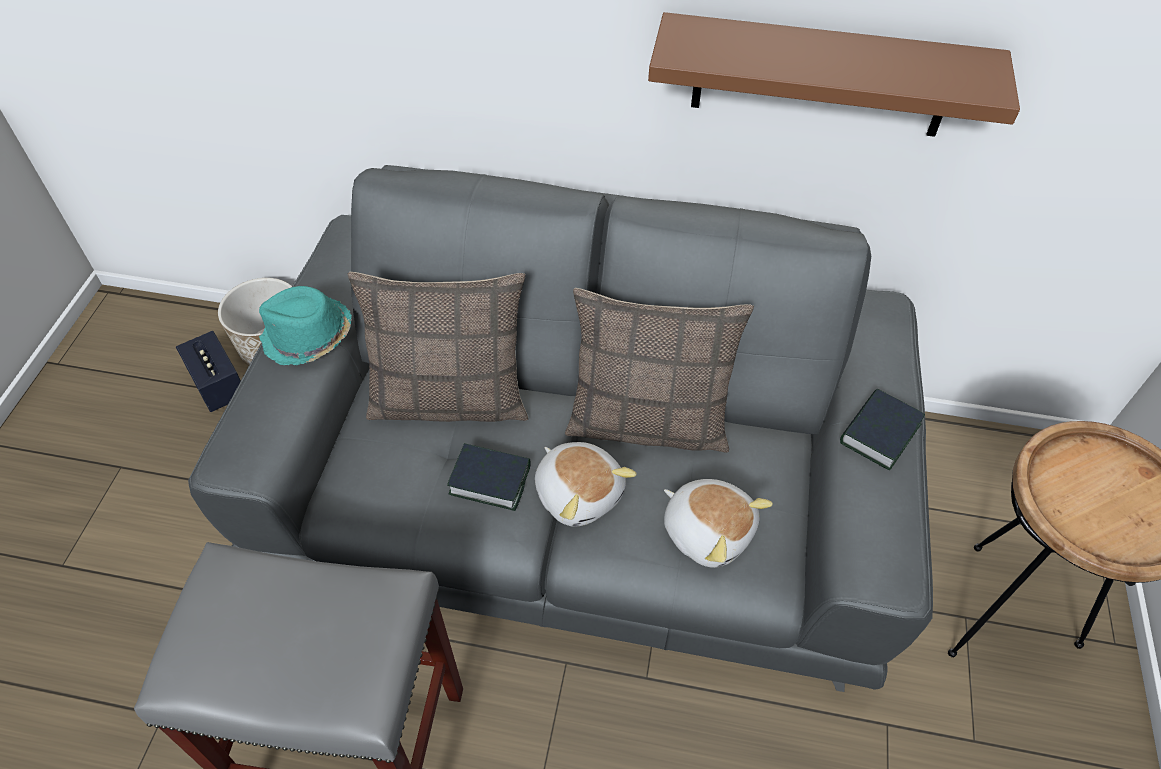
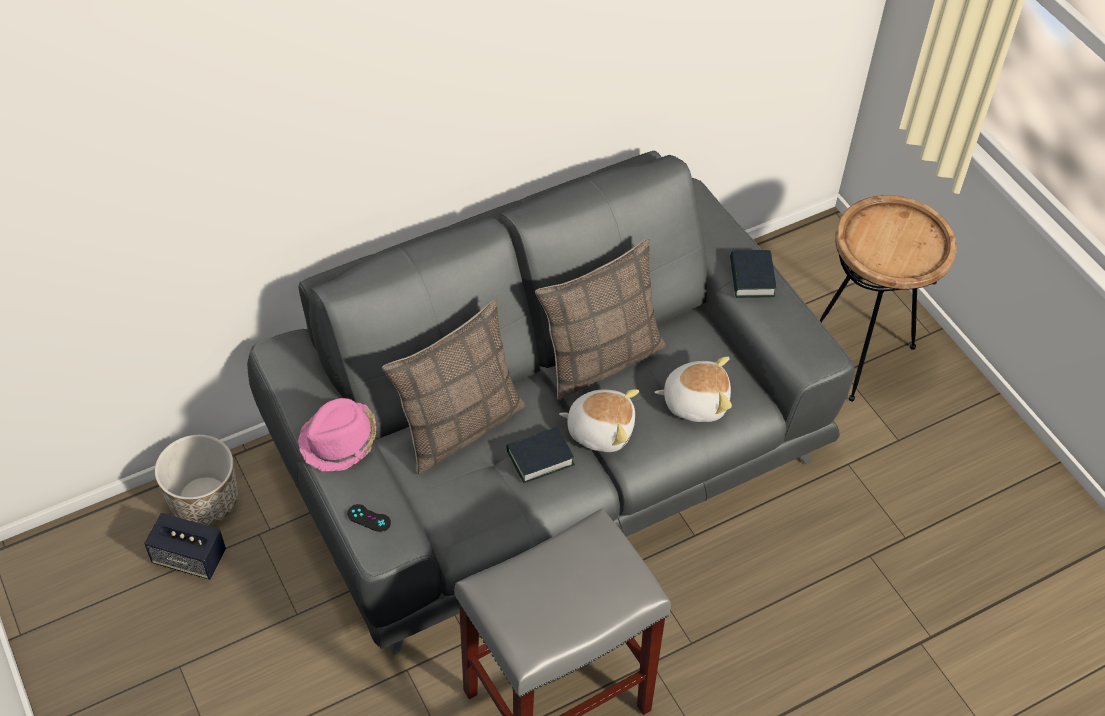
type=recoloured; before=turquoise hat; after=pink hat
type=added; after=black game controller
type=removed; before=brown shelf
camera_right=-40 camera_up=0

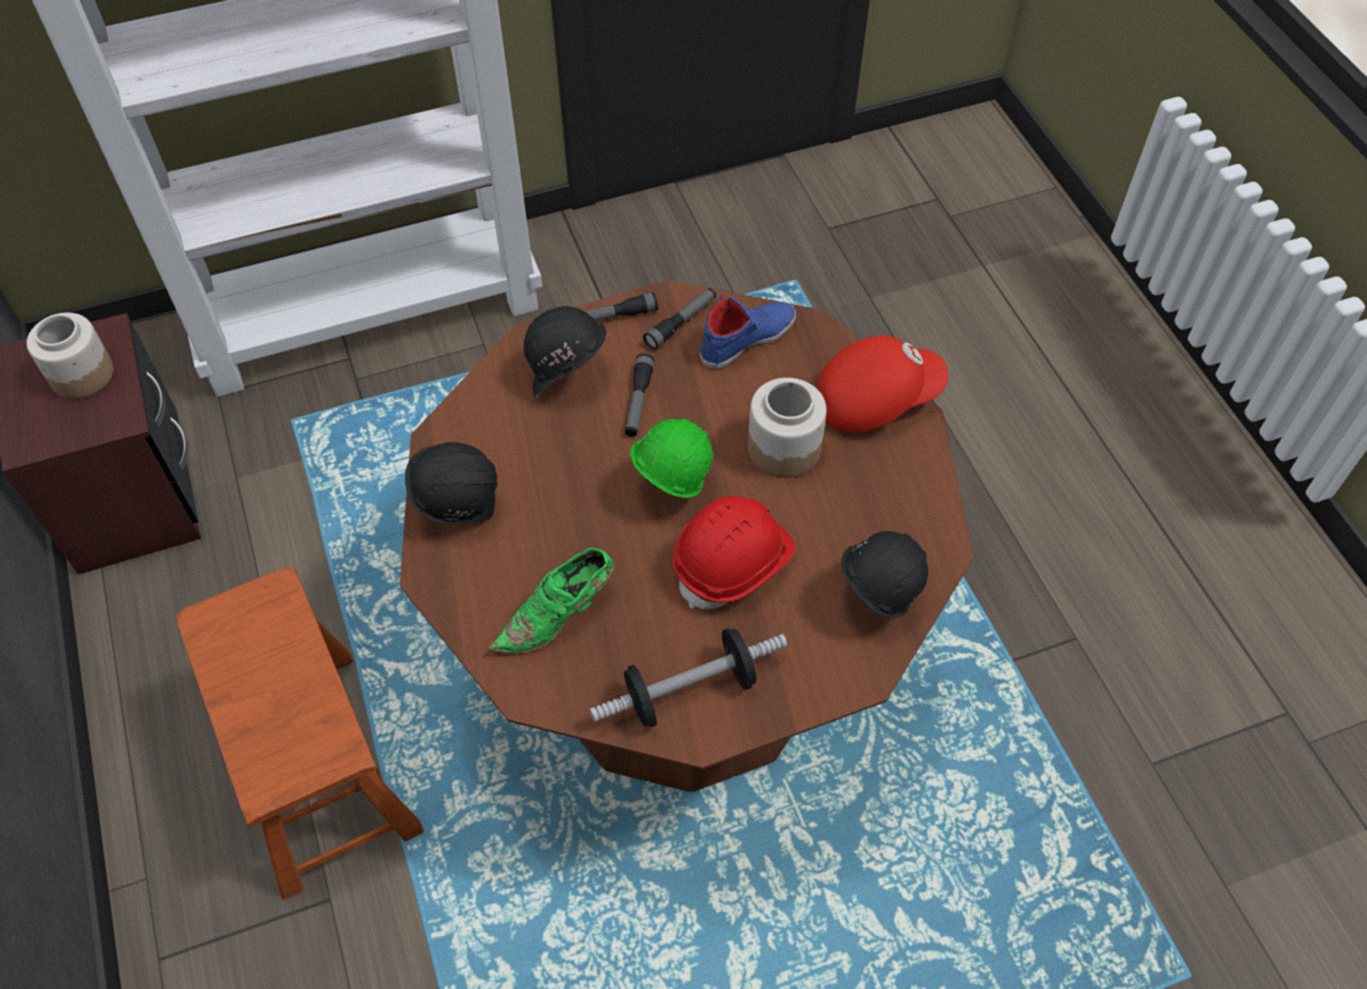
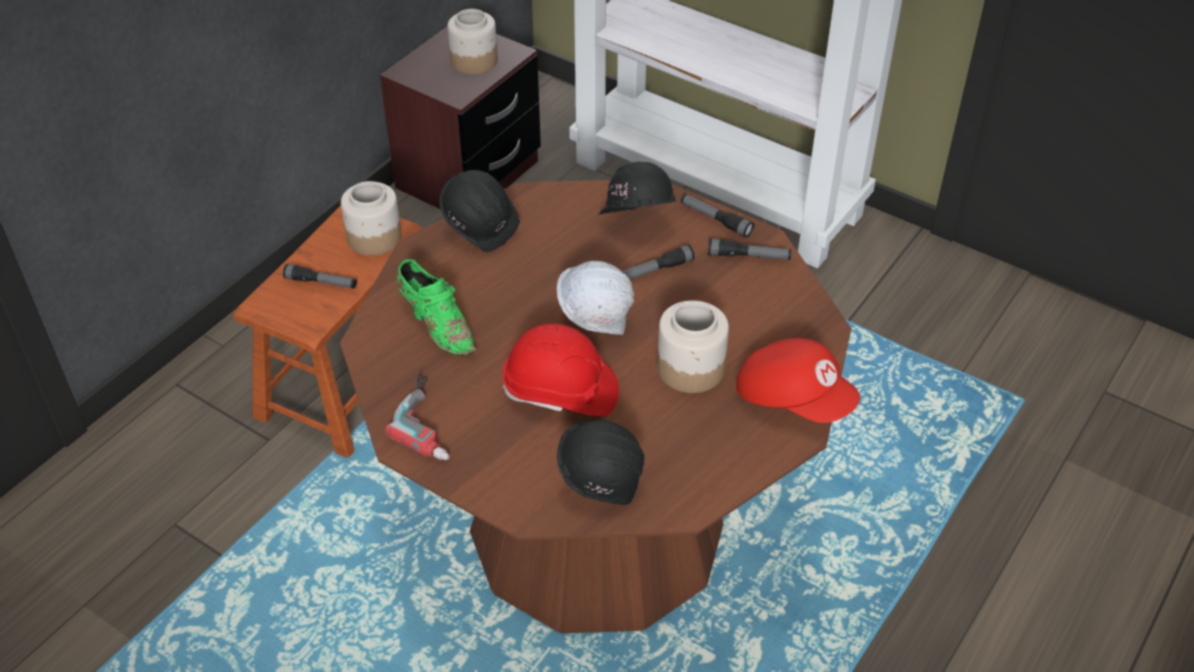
type=added; after=flashlight (1st from left)
type=added; after=jar (1st from left)
type=replaced; before=dumbbell; after=power drill
type=turned; before=green shoe; turn=-150
type=recoloured; before=green hard hat; after=white hard hat
type=removed; before=blue shoe
camera_right=55 camera_up=-10

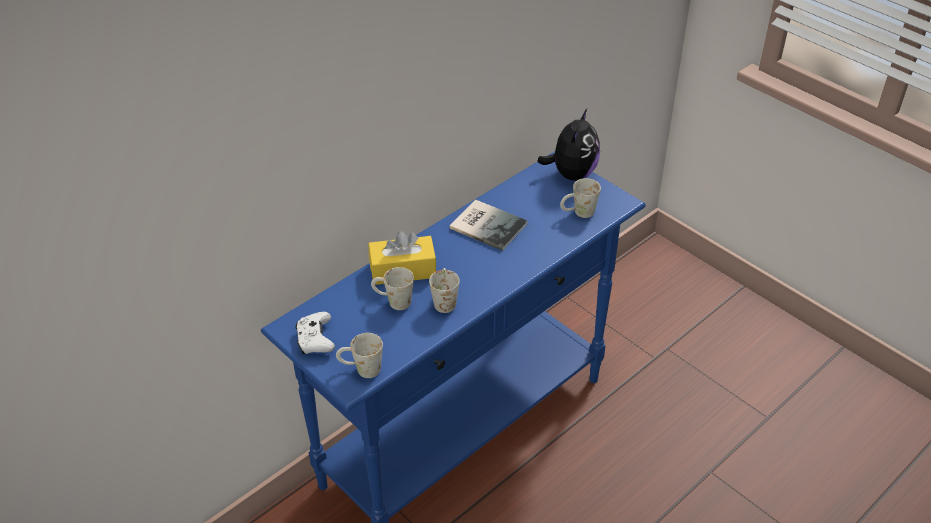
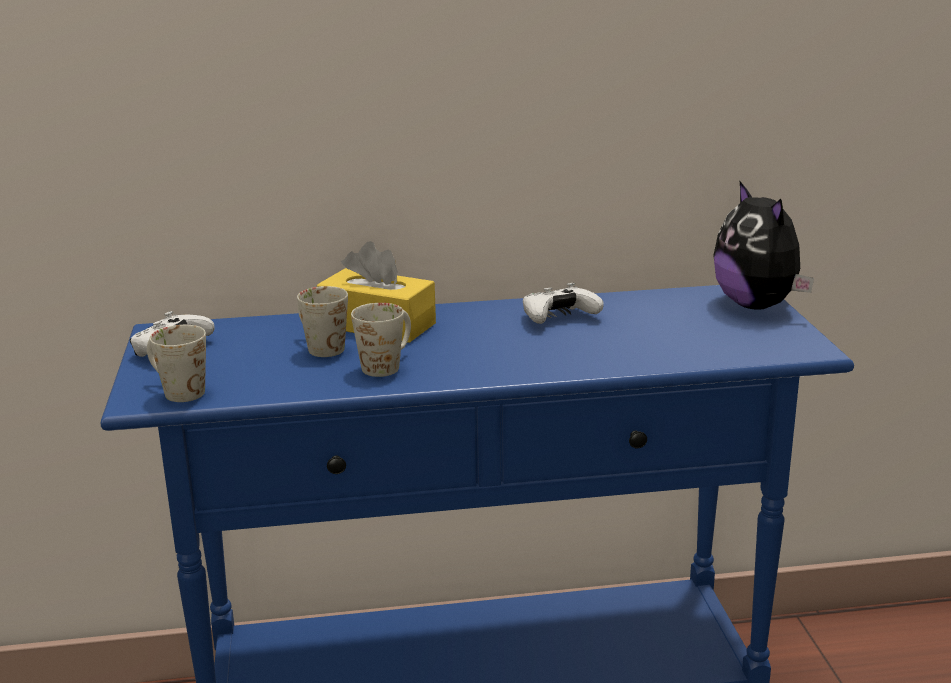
type=replaced; before=book; after=white game controller (2nd from left)
type=turned; before=plush toy; turn=105
type=removed; before=white mug (4th from left)
camera_right=35 camera_up=-20

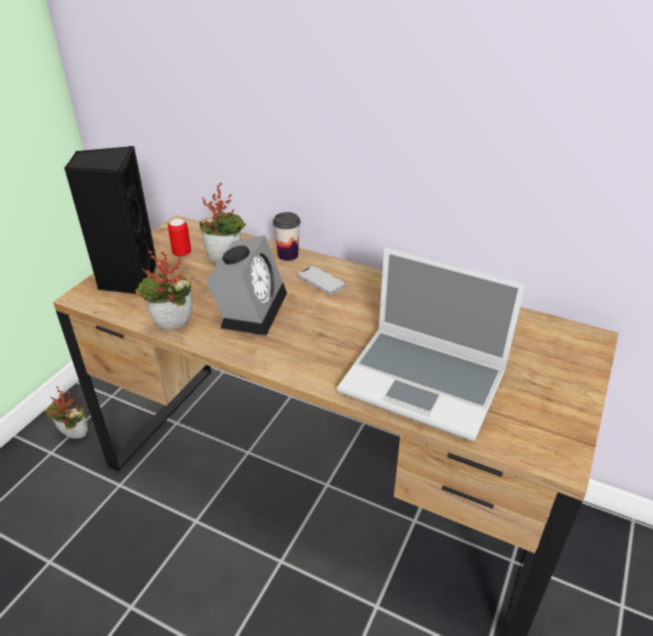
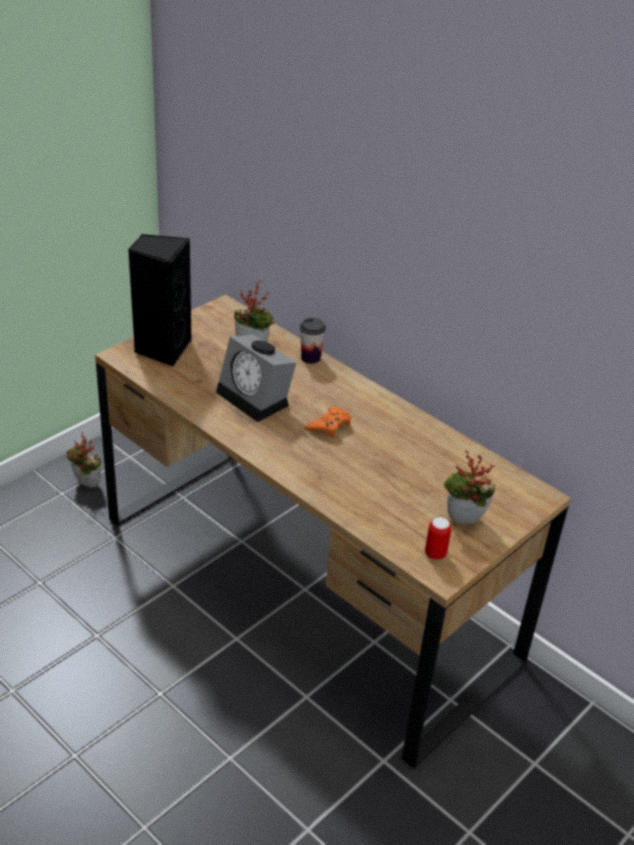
type=turned; before=alarm clock; turn=105
type=added; after=orange game controller
type=moved; before=can
type=moved; before=potted plant (2nd from left in the first image); after=potted plant (3rd from left)
type=removed; before=phone
type=removed; before=laptop
camera_right=15 camera_up=0

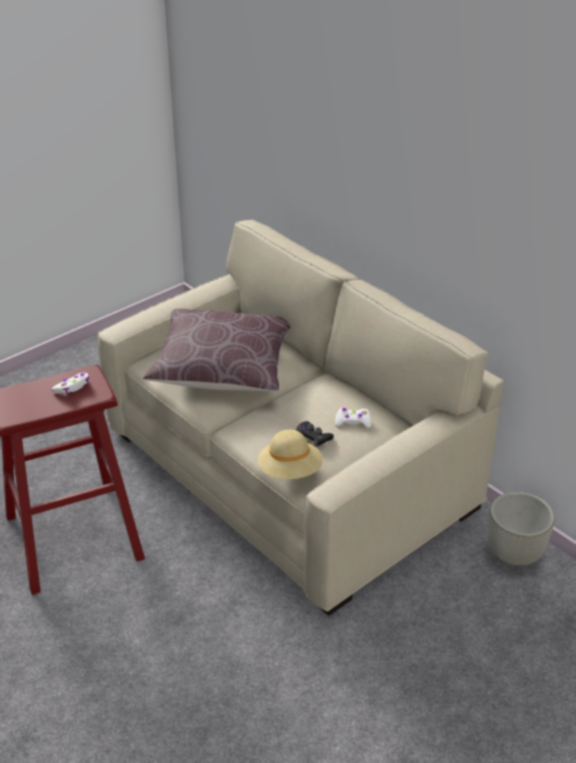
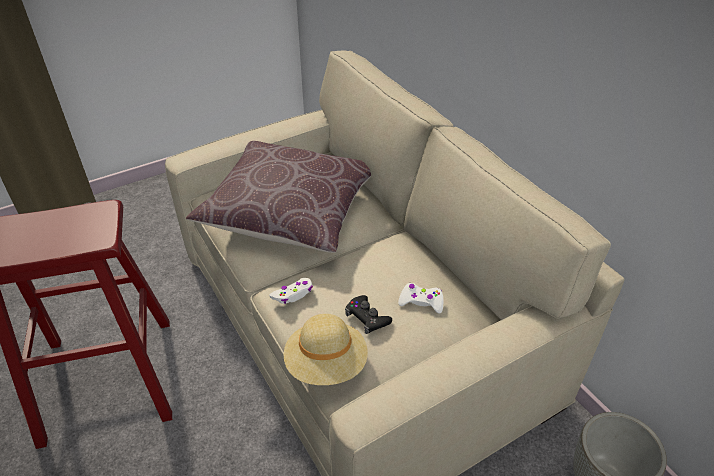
type=moved; before=white game controller (1st from left)
camera_right=10 camera_up=5

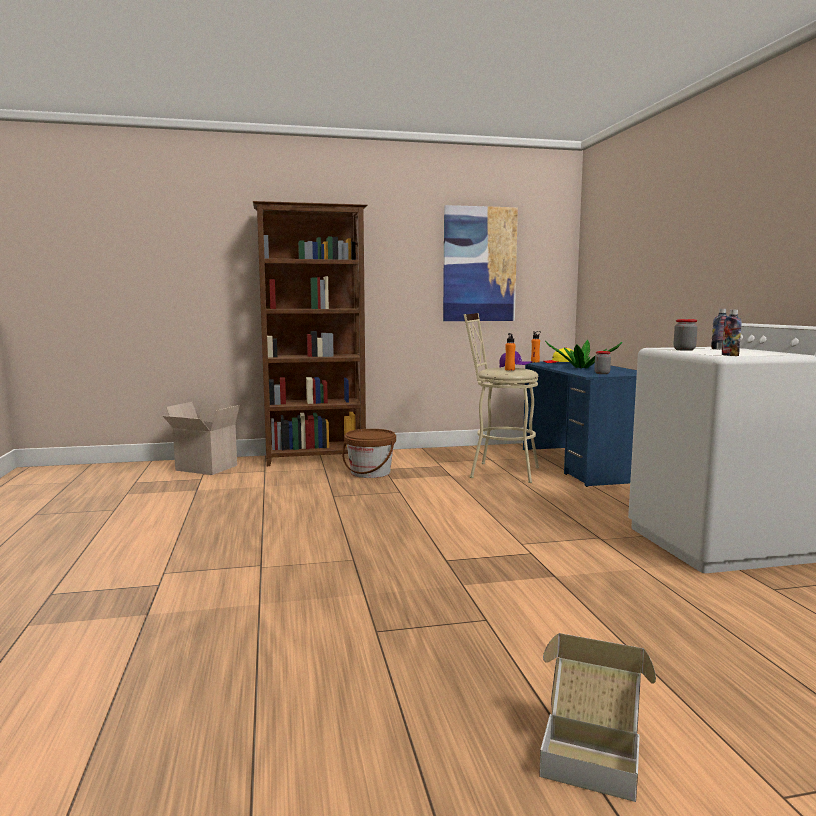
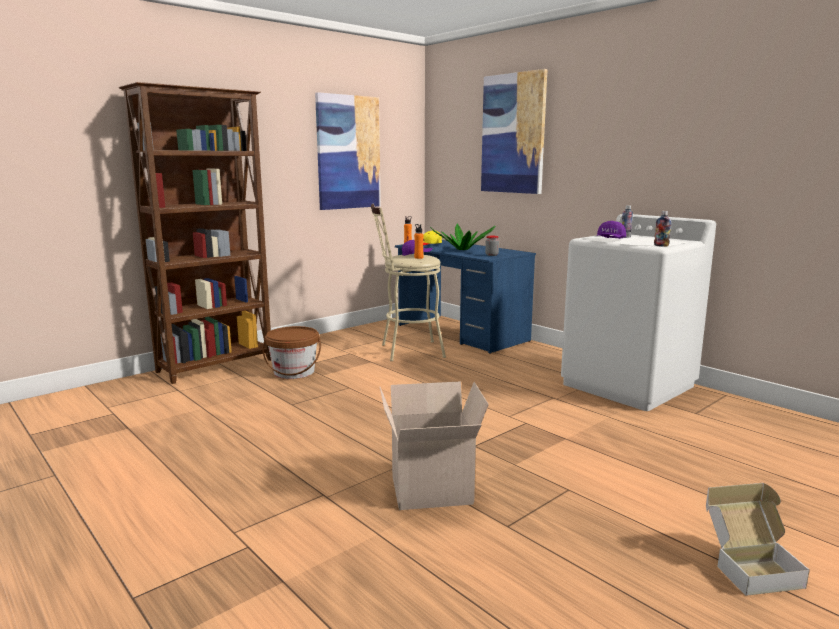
type=moved; before=cardboard box (1st from left)
type=added; after=picture (2nd from left)
type=replaced; before=jar (2nd from left); after=purple cap (2nd from left)
camera_right=-30 camera_up=5

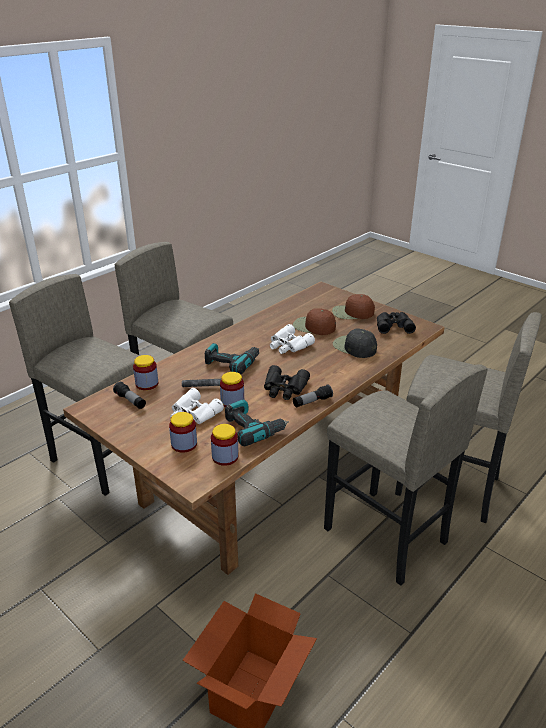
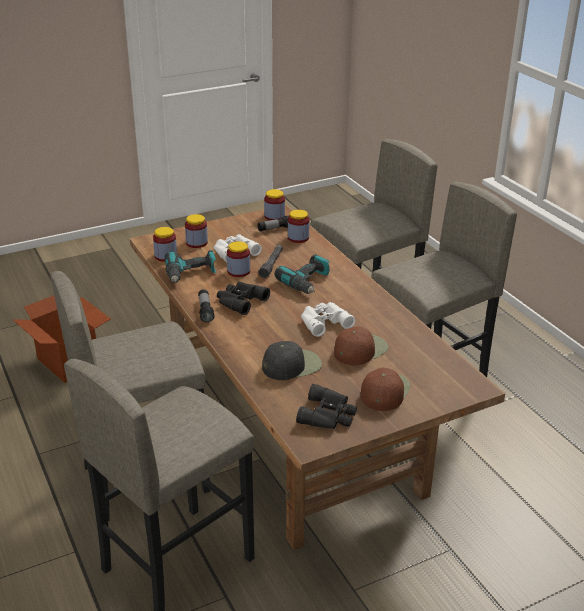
type=added; after=jar (4th from left)
camera_right=110 camera_up=0

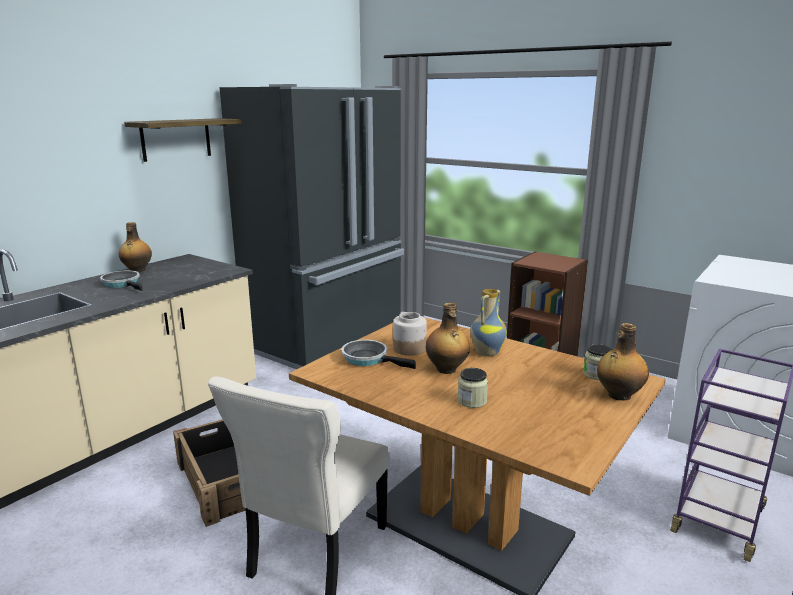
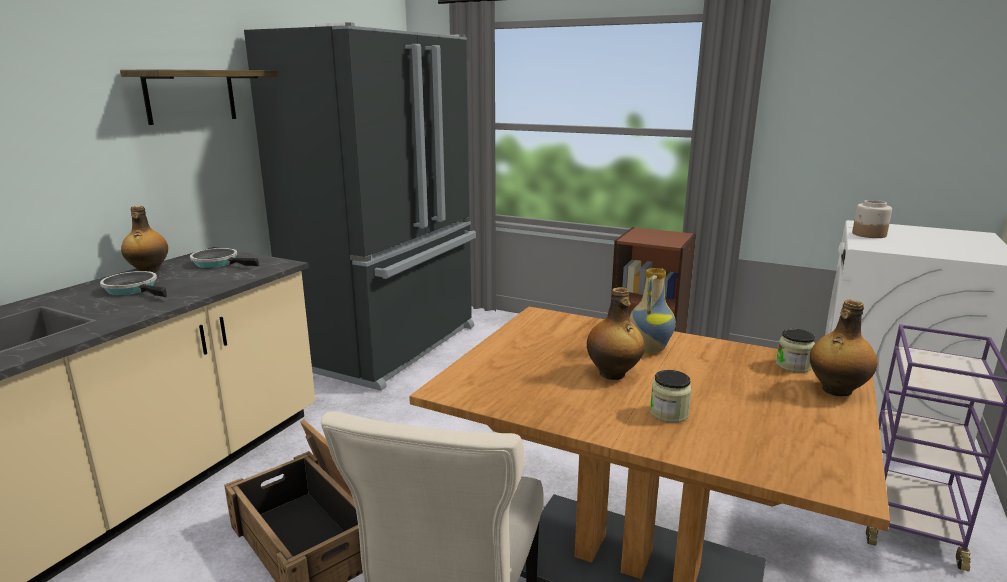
type=moved; before=frying pan (2nd from left)
type=moved; before=jar (1st from left in the first image); after=jar (3rd from left)
camera_right=-10 camera_up=0

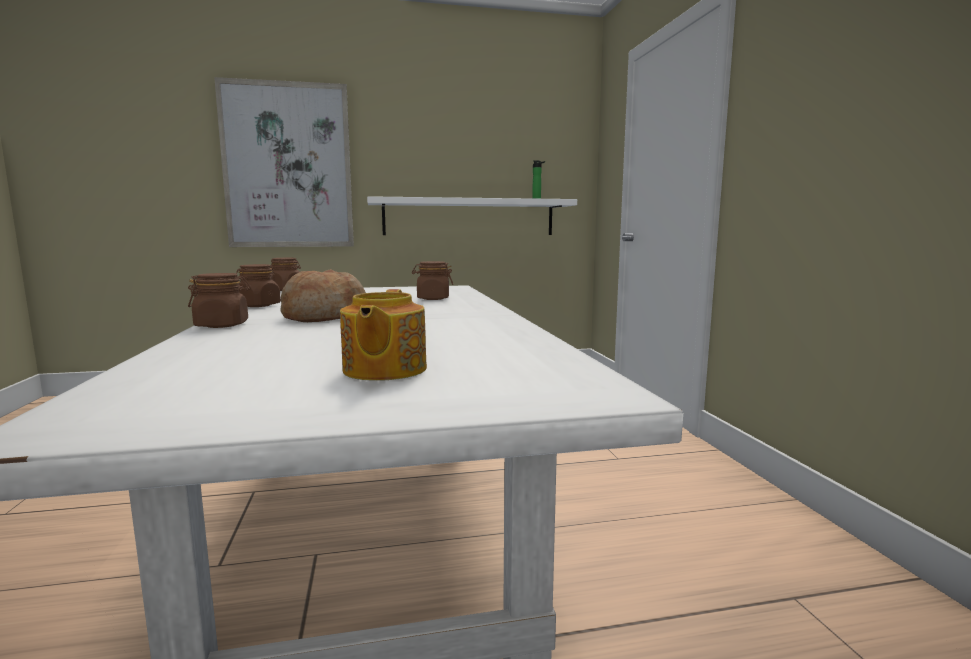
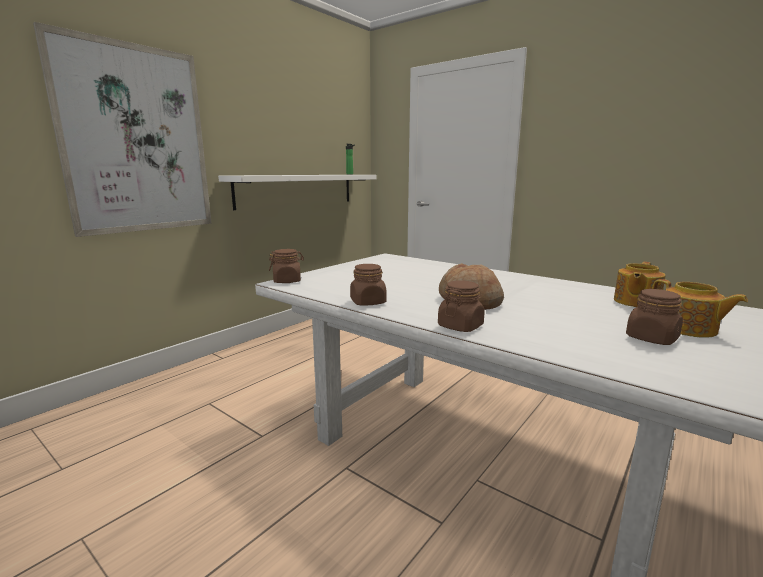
type=added; after=teapot (1st from left)
type=moved; before=brown jar (4th from left)
camera_right=-40 camera_up=5

